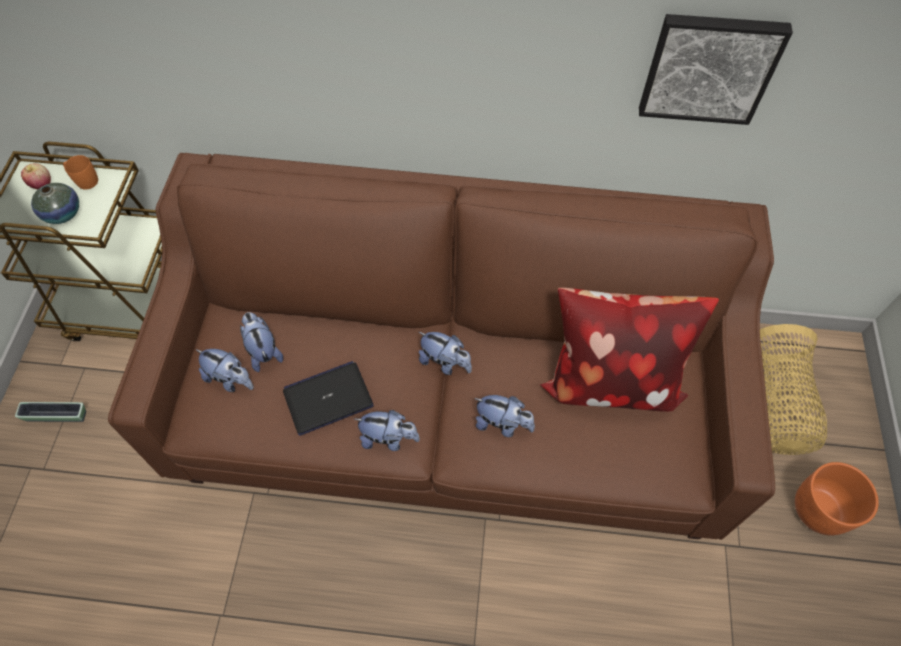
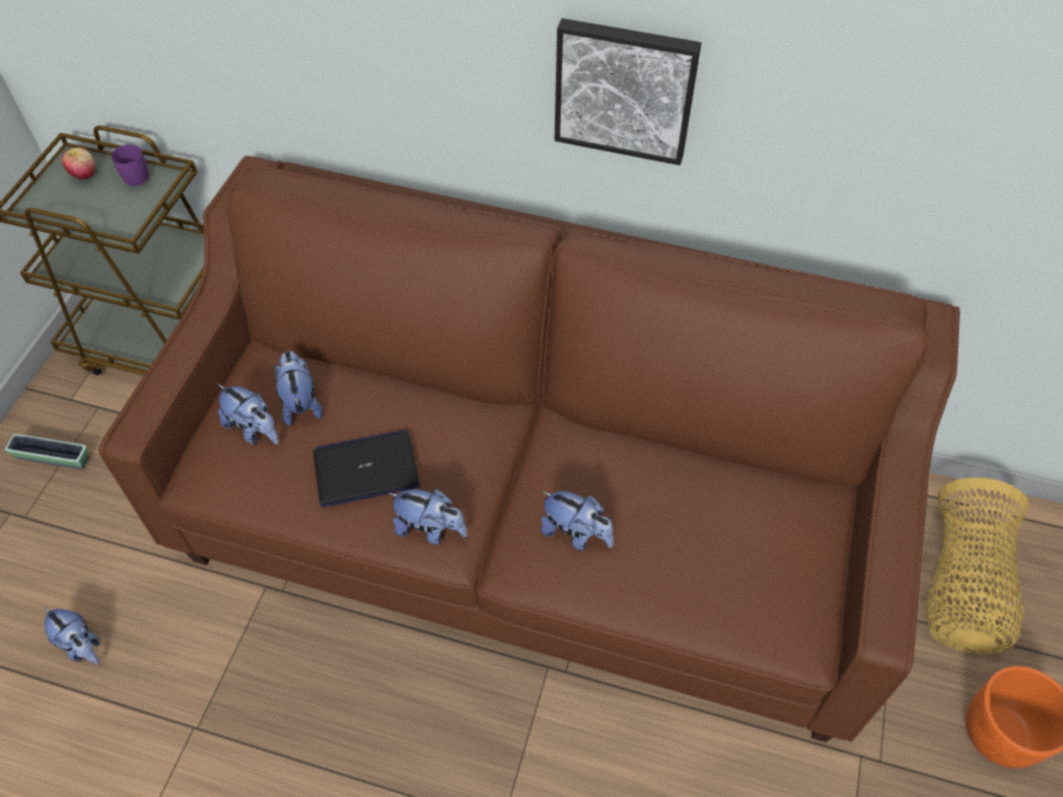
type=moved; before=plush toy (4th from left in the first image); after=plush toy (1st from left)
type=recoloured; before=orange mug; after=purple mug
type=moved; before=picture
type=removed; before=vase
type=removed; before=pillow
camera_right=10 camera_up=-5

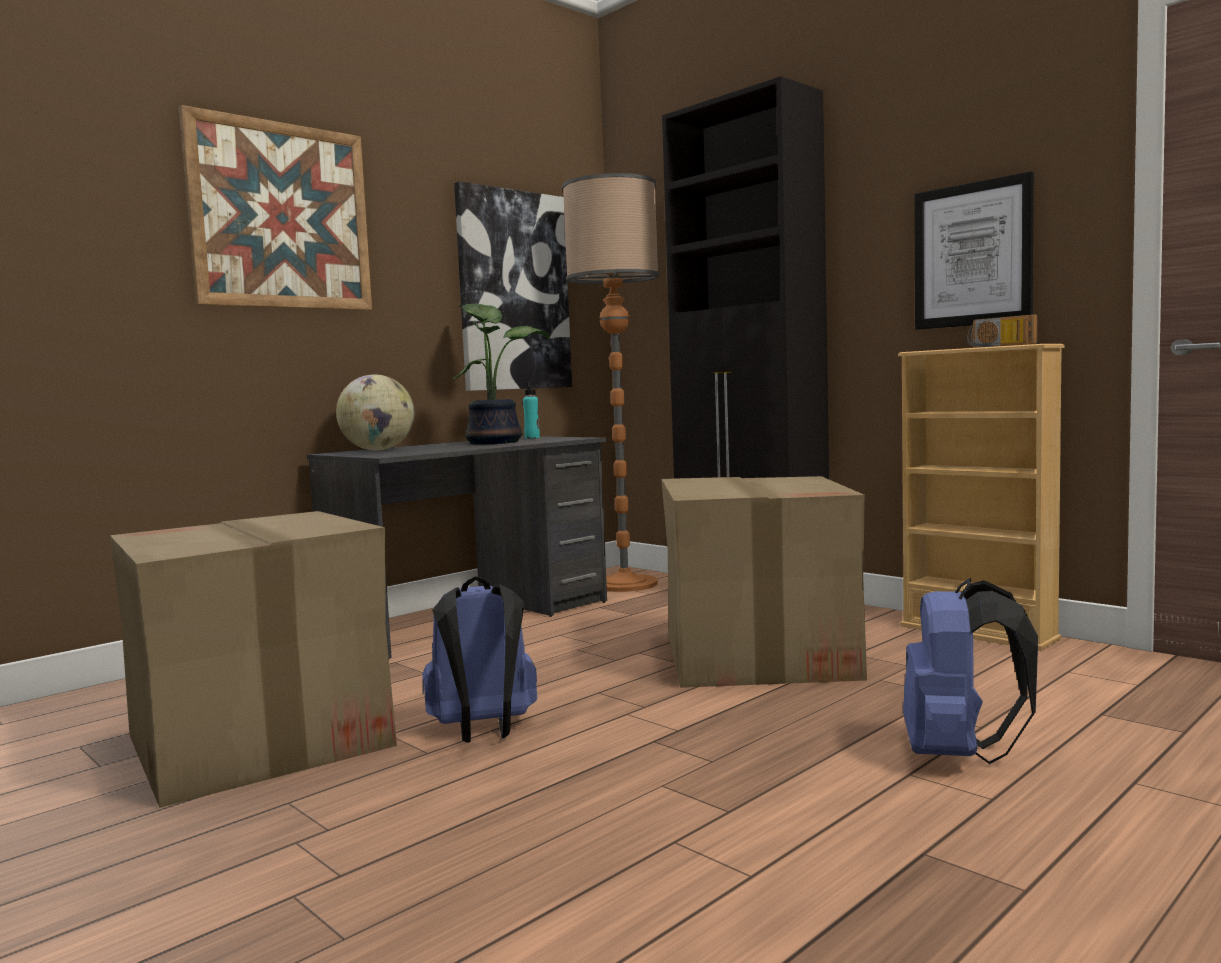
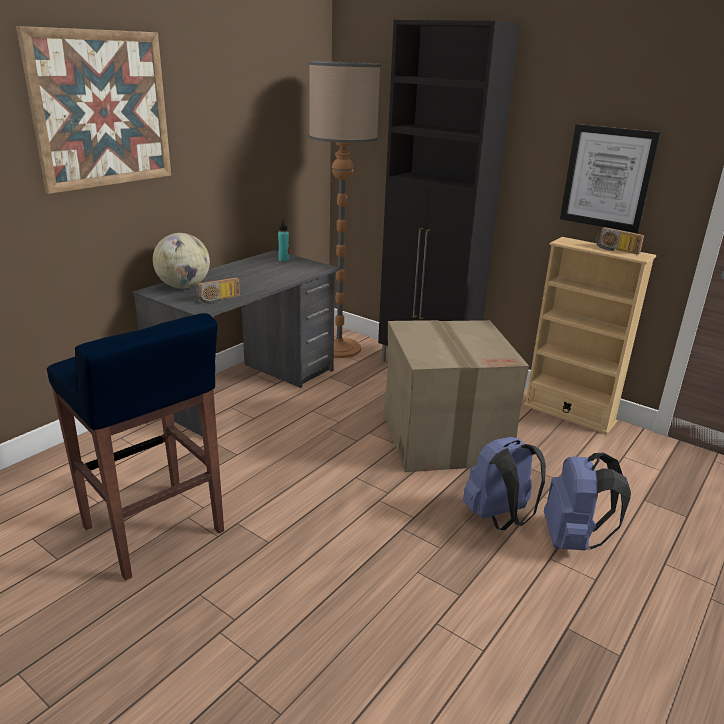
type=replaced; before=cardboard box (1st from left); after=blue stool
type=added; after=radio (1st from left)
type=moved; before=blue backpack (1st from left)
type=removed; before=potted plant
type=removed; before=picture (2nd from left)
camera_right=-10 camera_up=20

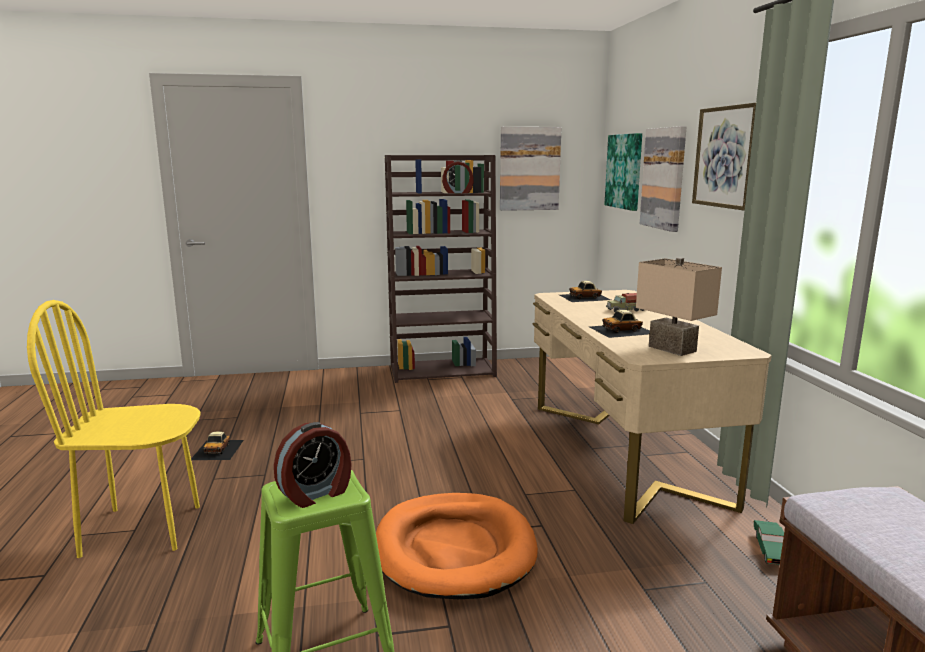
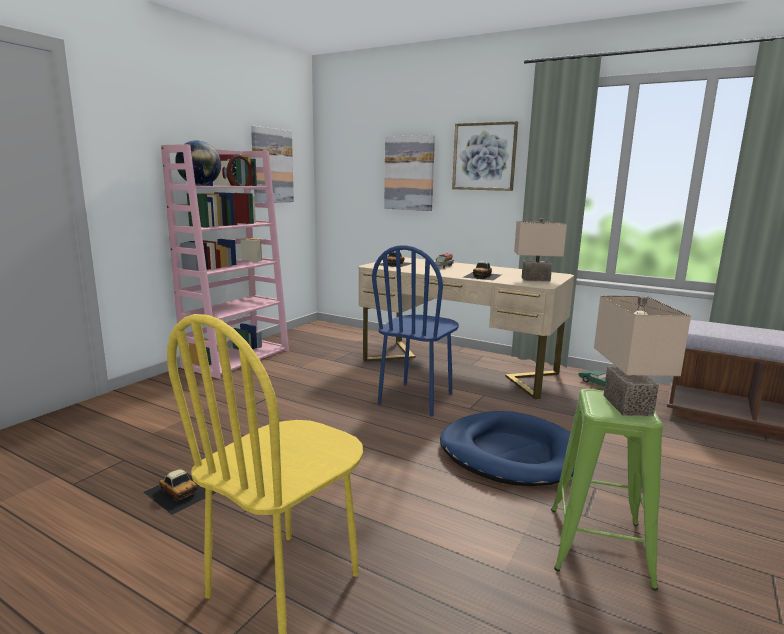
type=recoloured; before=brown bookcase; after=pink bookcase
type=added; after=globe
type=added; after=blue chair
type=recoloured; before=orange dog bed; after=blue dog bed
type=replaced; before=alarm clock (1st from left); after=beige table lamp (2nd from left)
type=removed; before=picture (2nd from left)
camera_right=-50 camera_up=0

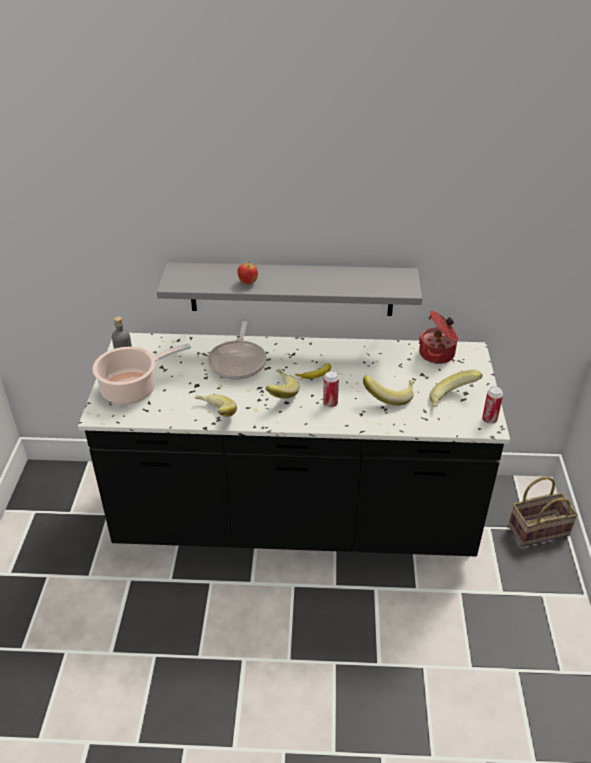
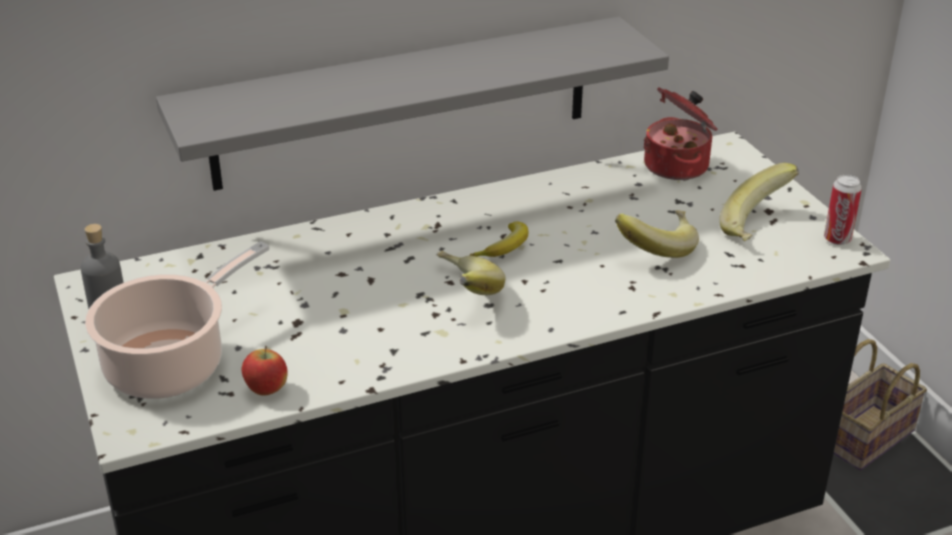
type=moved; before=apple
type=removed; before=banana (1st from left)
type=removed; before=frying pan
type=removed; before=can (1st from left)
camera_right=-25 camera_up=-5

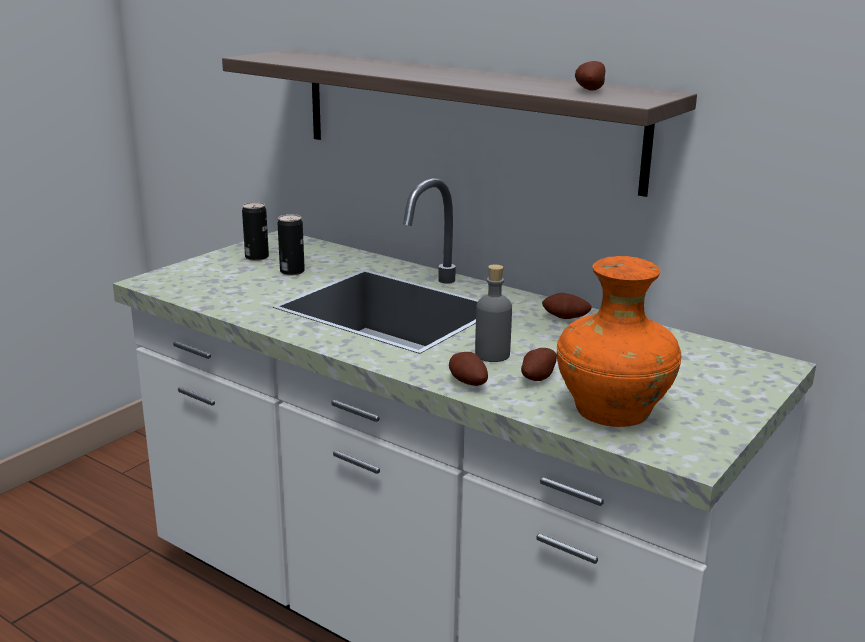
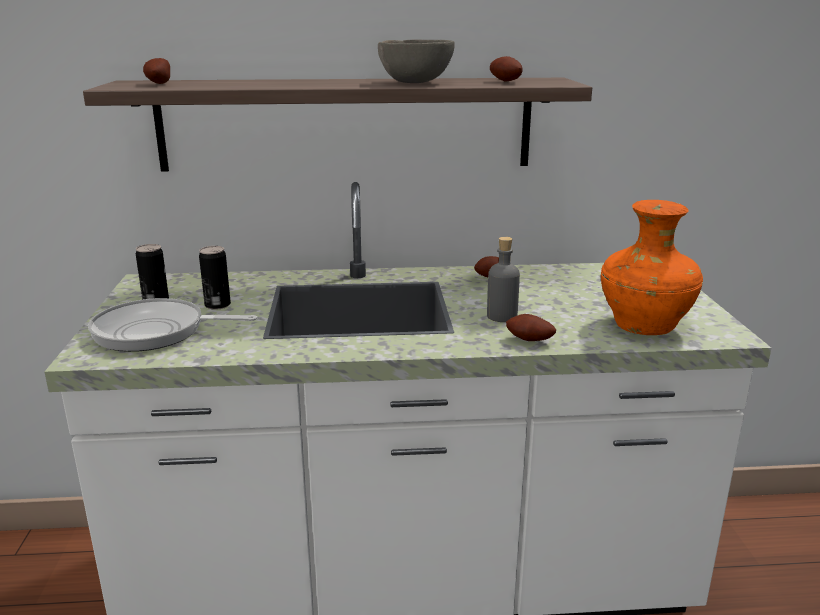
type=added; after=frying pan
type=moved; before=potato (2nd from left in the first image); after=potato (1st from left)
type=added; after=grey bowl
camera_right=-40 camera_up=0

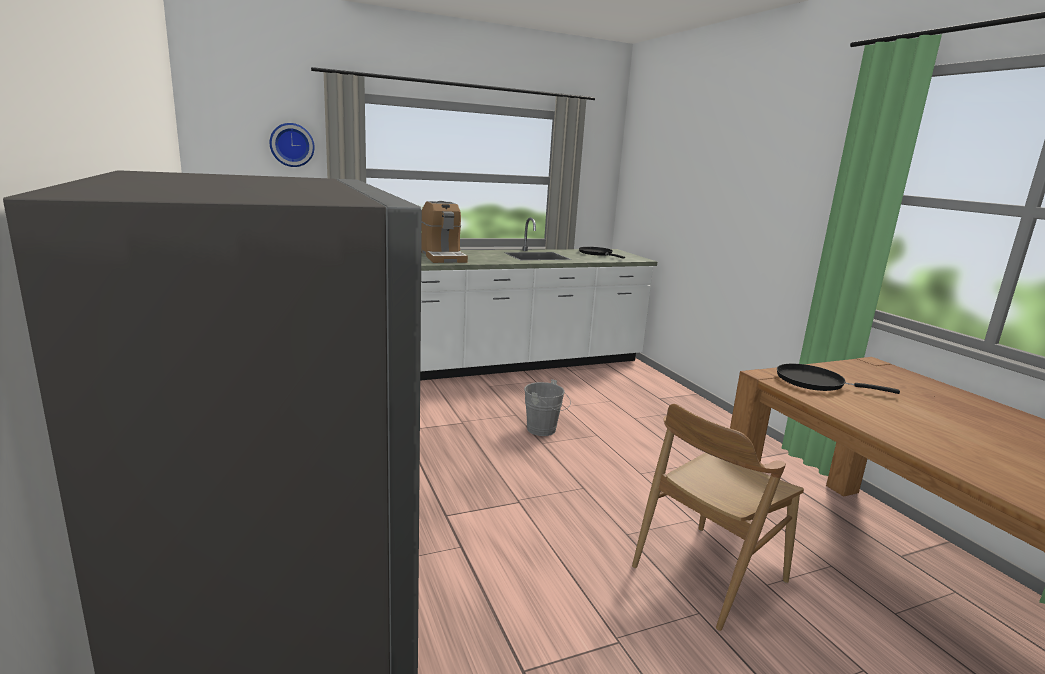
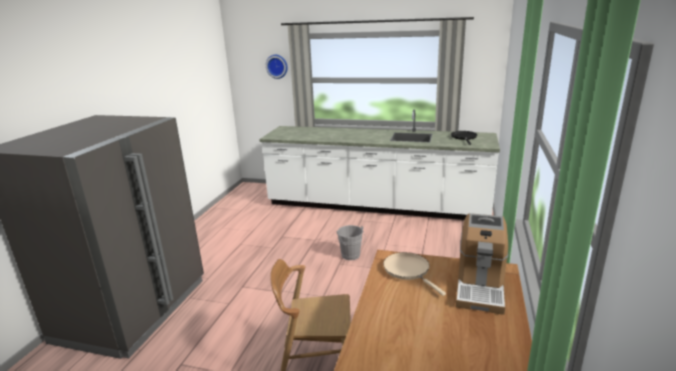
type=recoloured; before=black frying pan (2nd from left); after=beige frying pan
type=moved; before=coffee machine
camera_right=40 camera_up=5

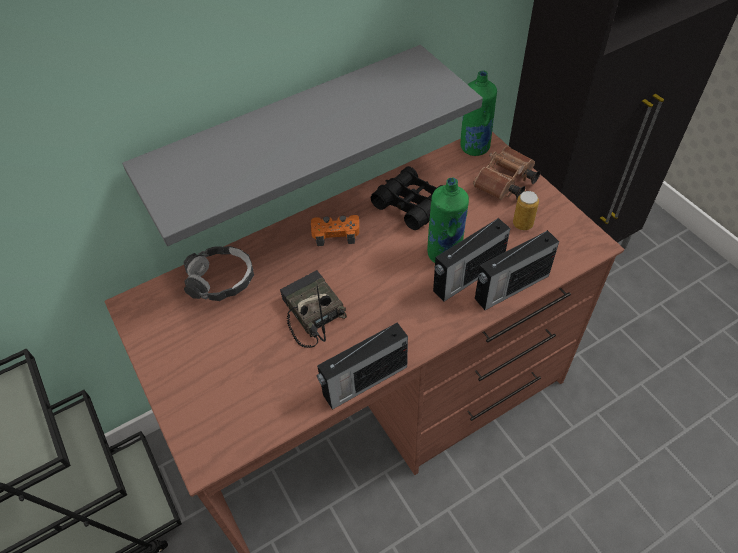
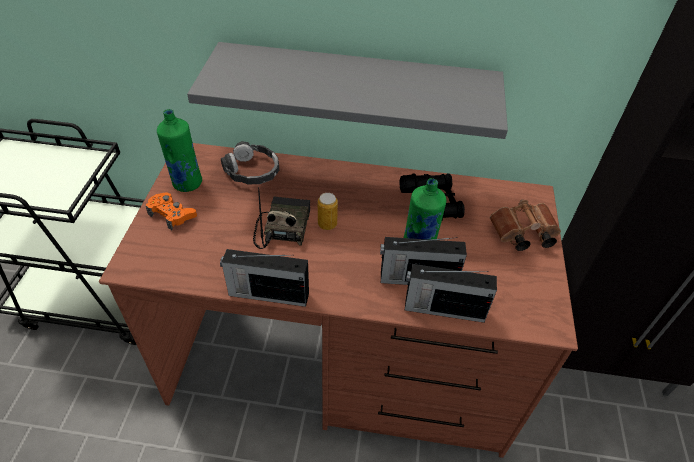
type=moved; before=orange game controller
type=moved; before=green bottle (2nd from left in the first image); after=green bottle (1st from left)
type=moved; before=can
camera_right=35 camera_up=-5

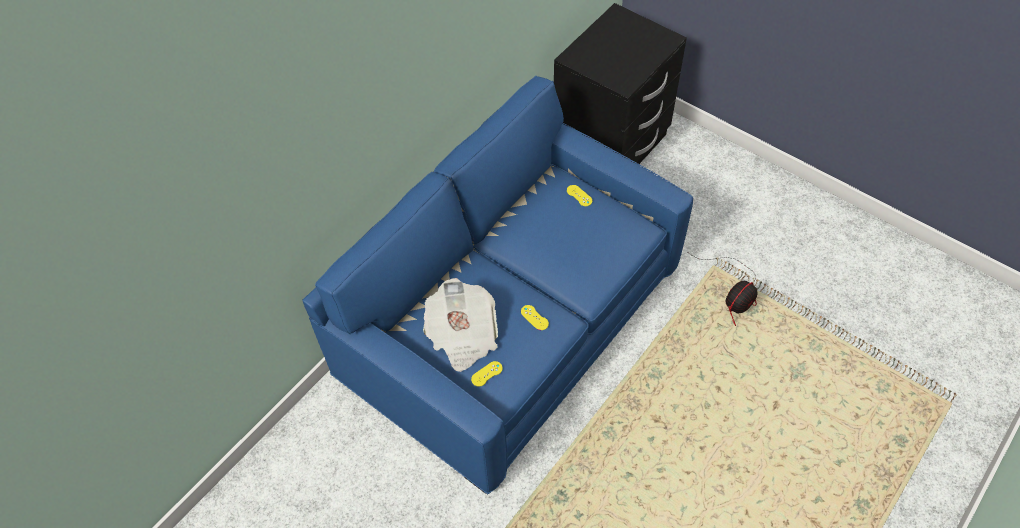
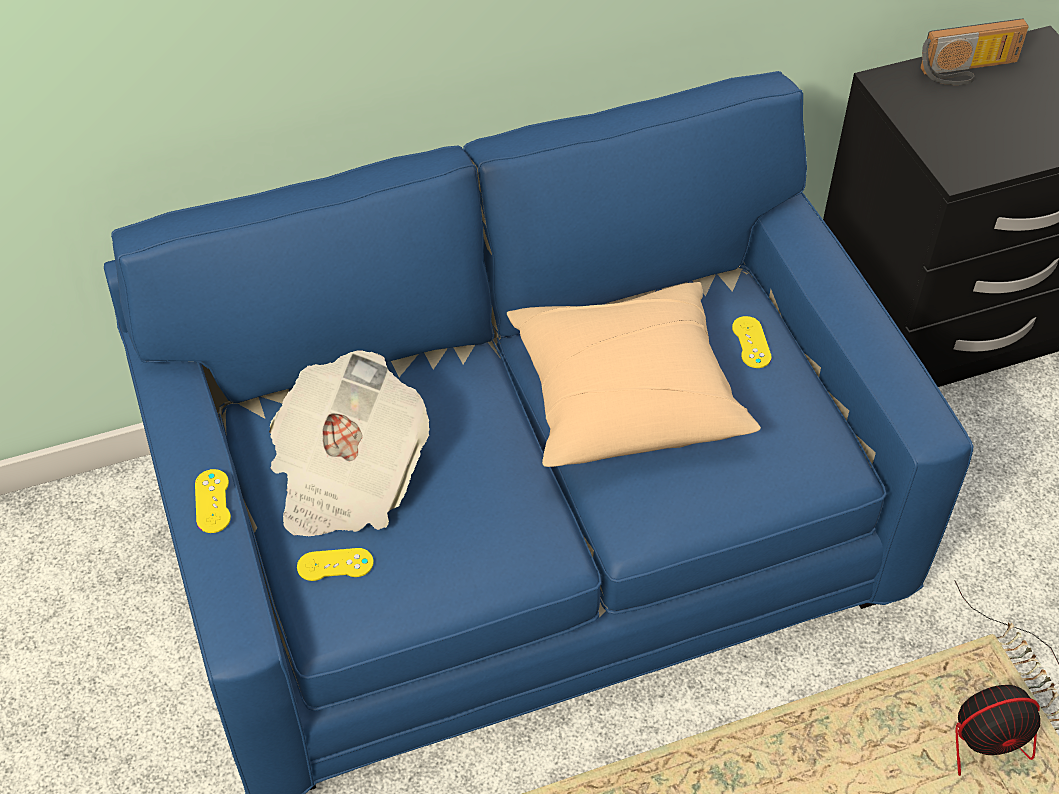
type=moved; before=yellow game controller (2nd from left in the first image); after=yellow game controller (1st from left)
type=added; after=beige pillow
type=added; after=radio
camera_right=30 camera_up=-5

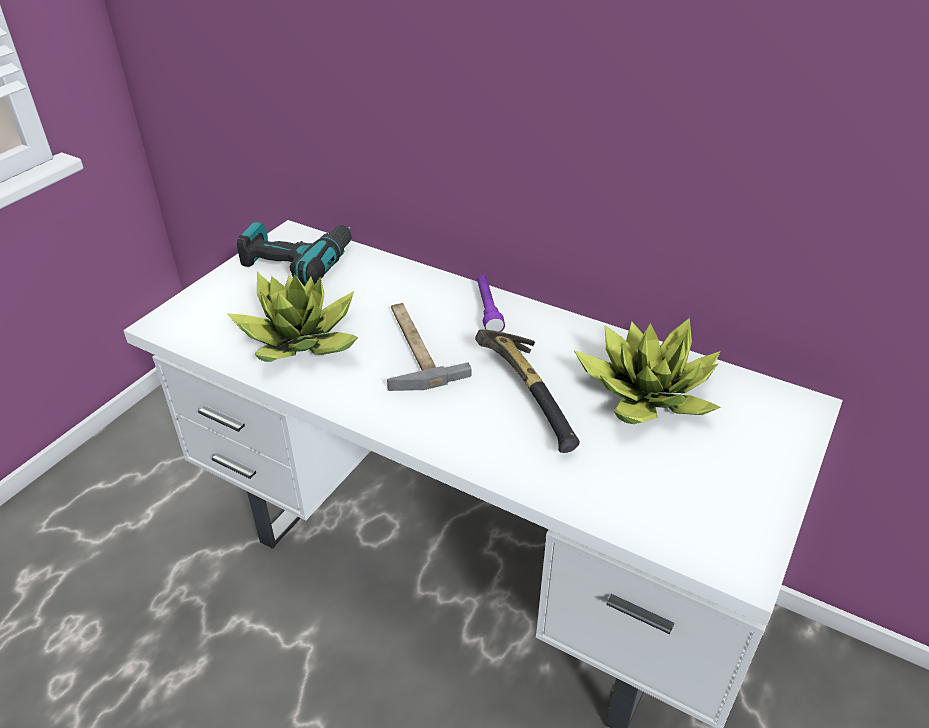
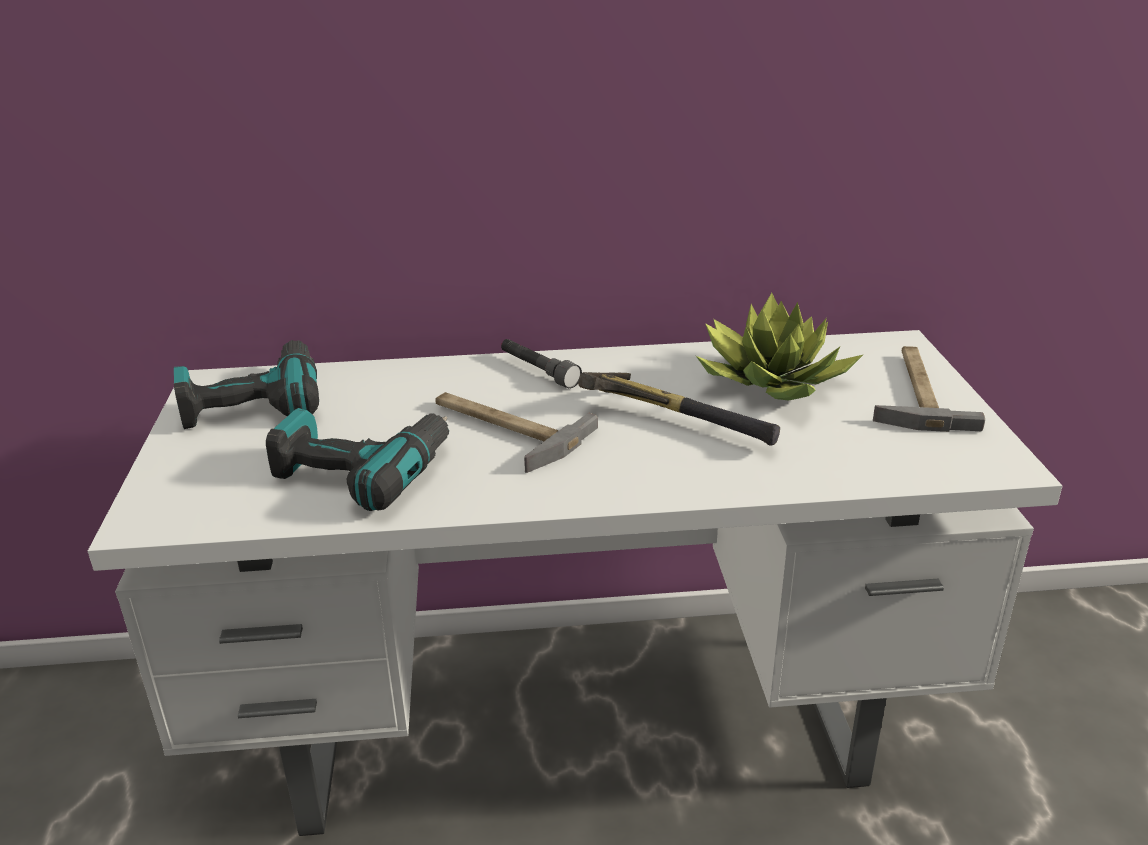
type=replaced; before=potted plant (1st from left); after=power drill (2nd from left)
type=recoloured; before=purple flashlight; after=grey flashlight
type=added; after=hammer (3rd from left)
camera_right=-35 camera_up=-10

